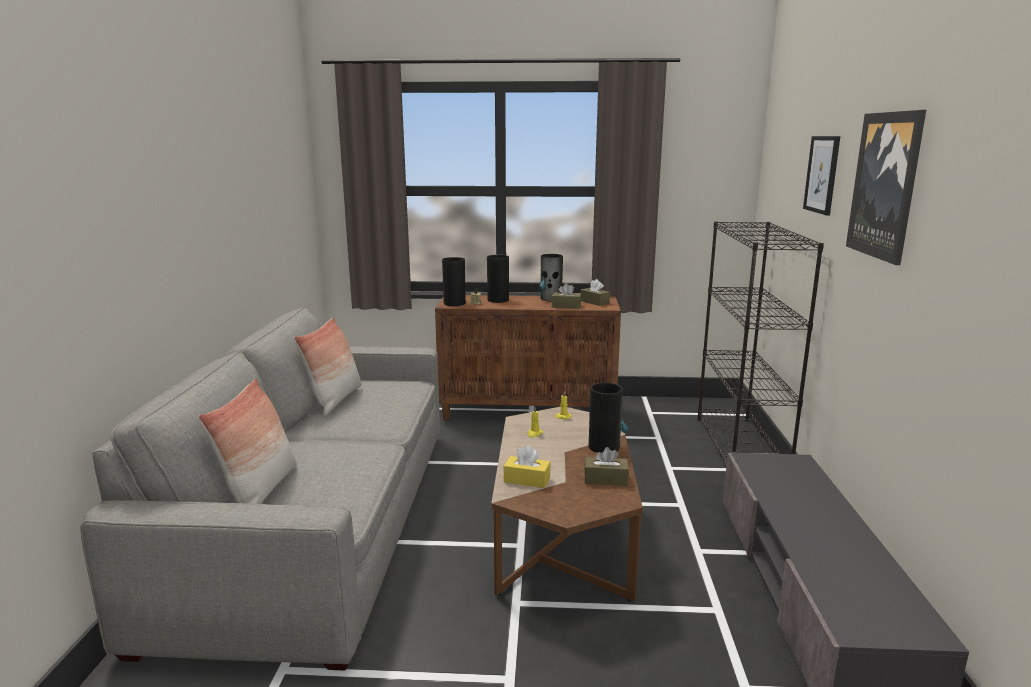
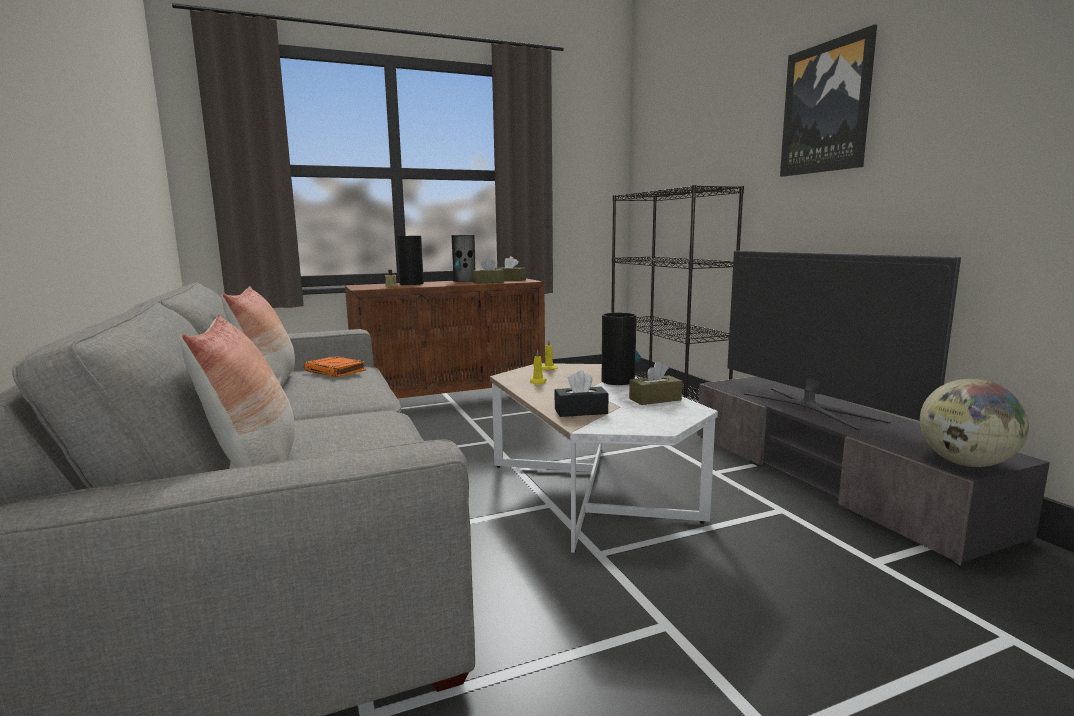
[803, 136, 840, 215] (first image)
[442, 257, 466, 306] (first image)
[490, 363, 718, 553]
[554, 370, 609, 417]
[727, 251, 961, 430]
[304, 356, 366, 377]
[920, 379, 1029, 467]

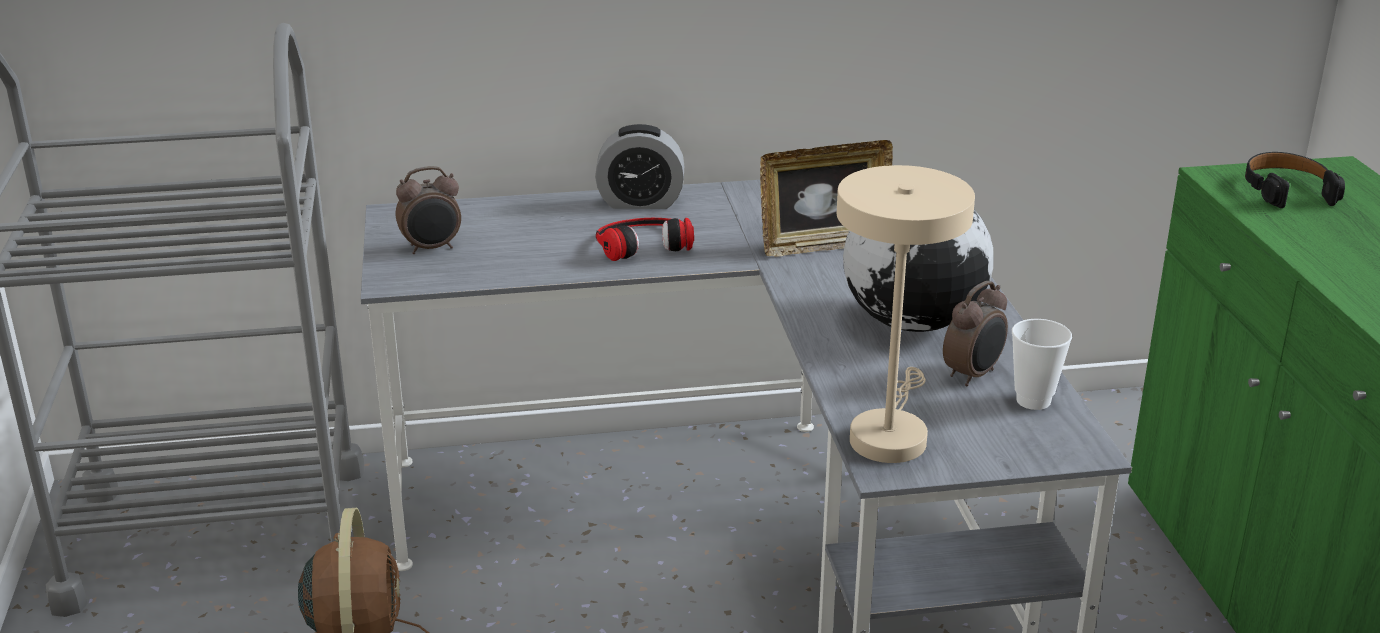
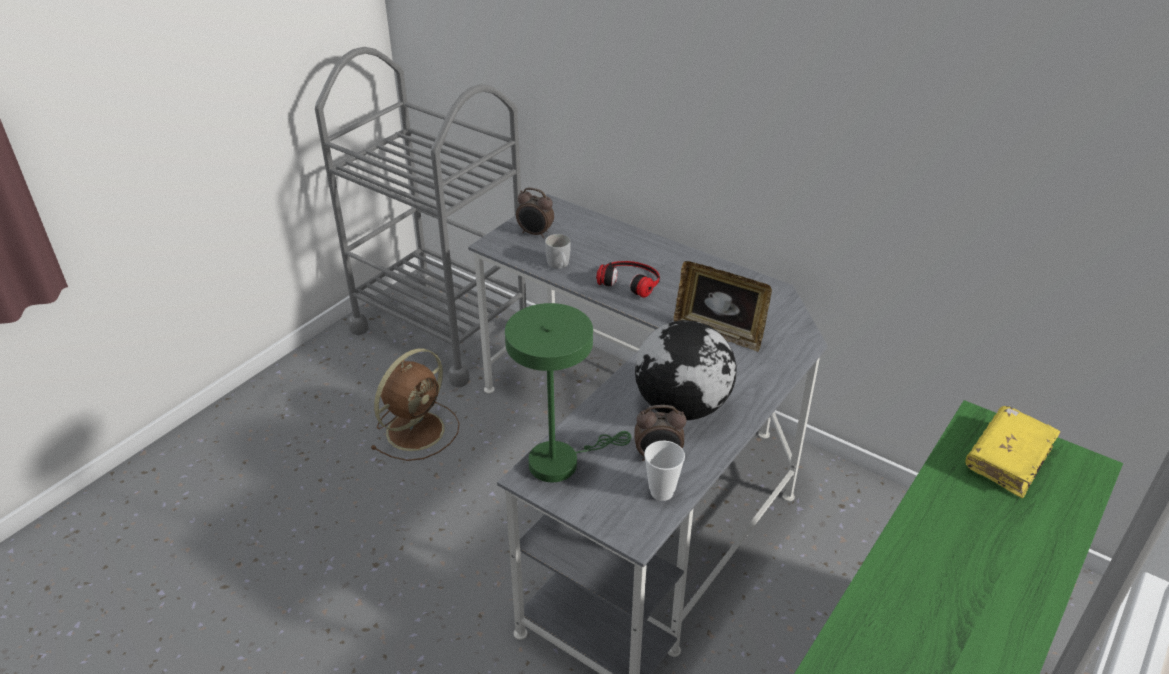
[595, 124, 684, 209] (first image)
[965, 406, 1060, 498]
[505, 303, 631, 482]
[545, 234, 571, 269]

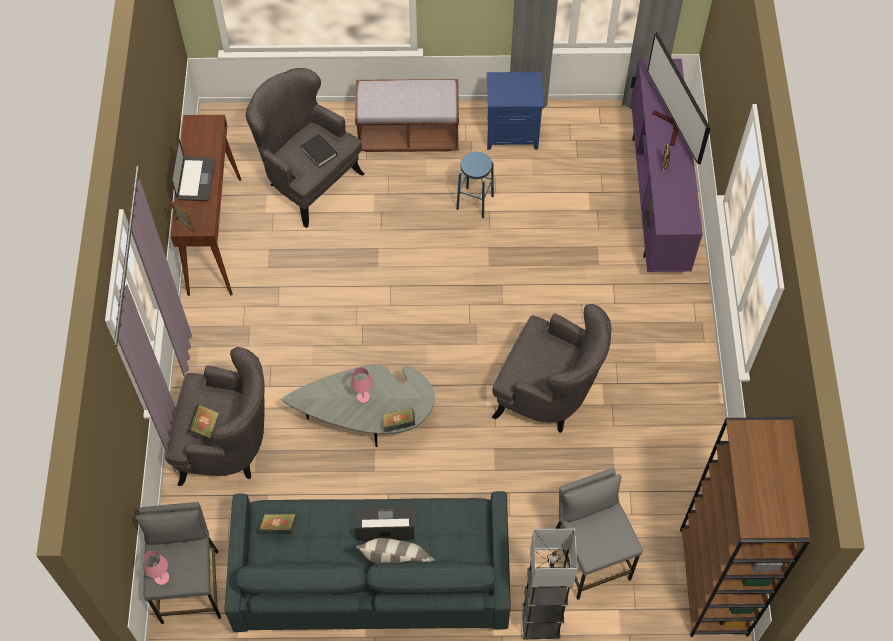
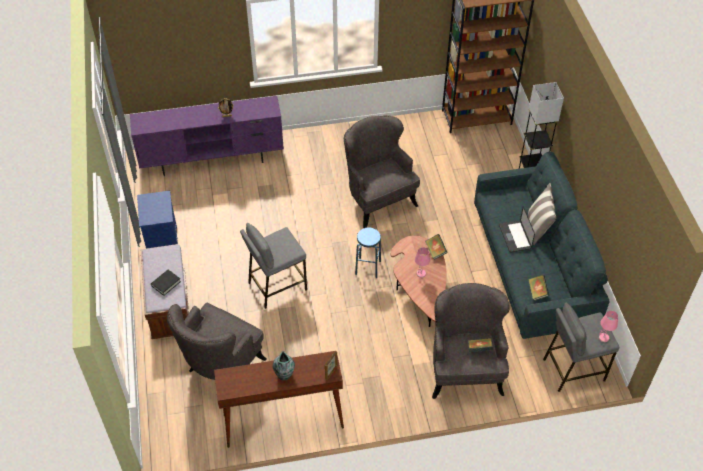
[647, 32, 711, 165] (first image)
[151, 270, 181, 296]
[273, 351, 295, 380]
[355, 228, 381, 278]
[344, 115, 420, 228]
[391, 236, 447, 327]
[240, 223, 307, 309]

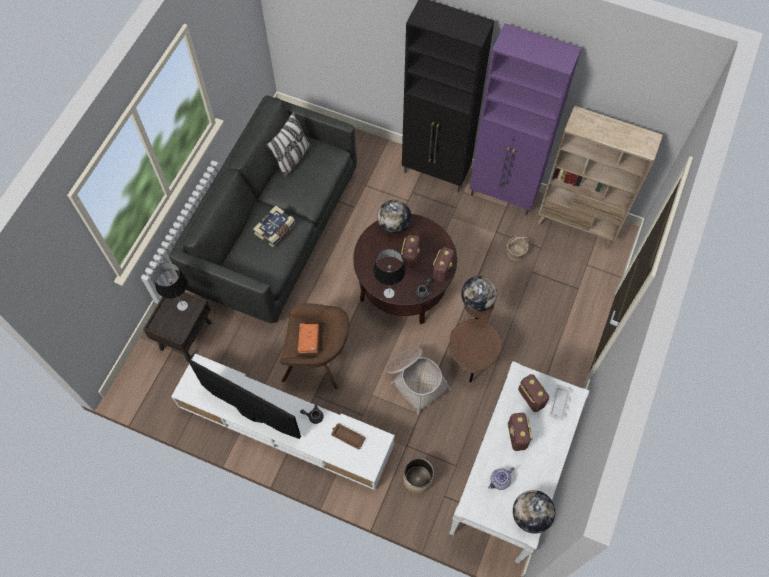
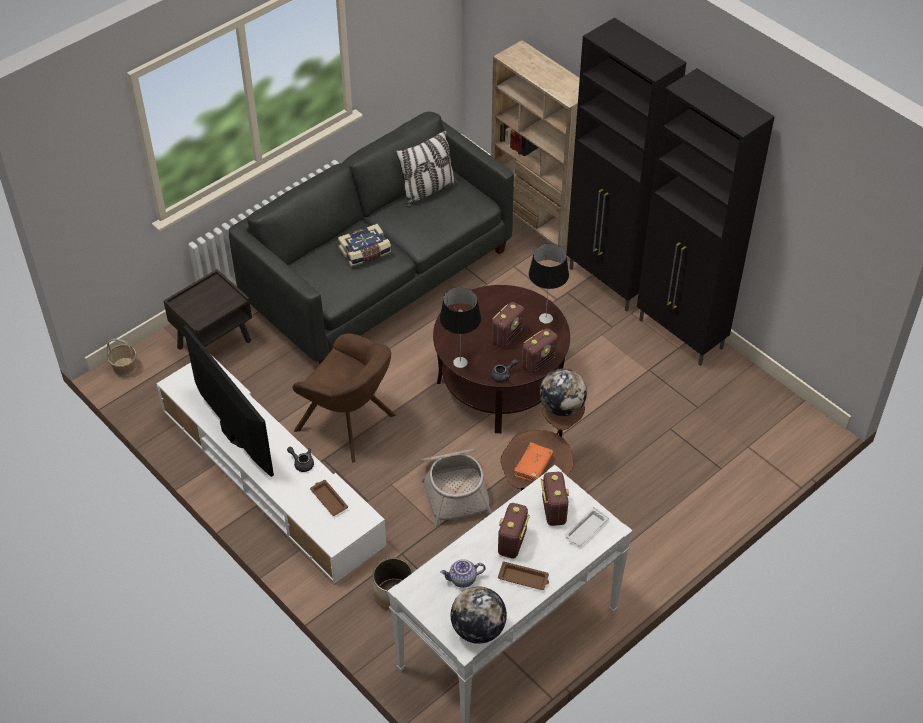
[637, 68, 775, 366]
[491, 40, 580, 262]
[377, 200, 411, 234] (first image)
[106, 339, 137, 377]
[529, 243, 569, 324]
[514, 442, 554, 482]
[498, 561, 549, 590]

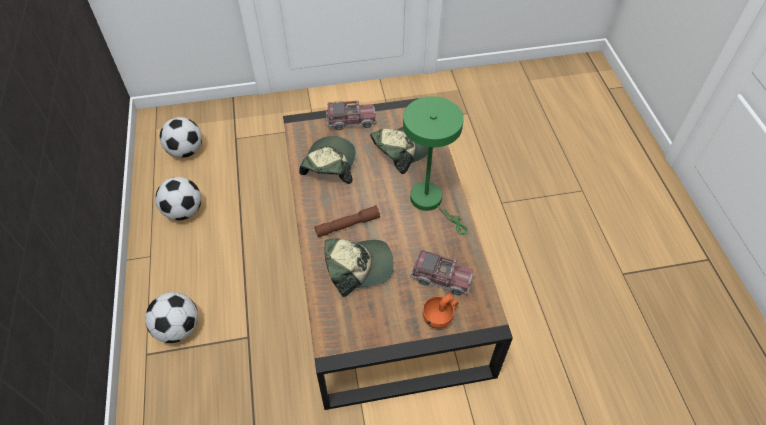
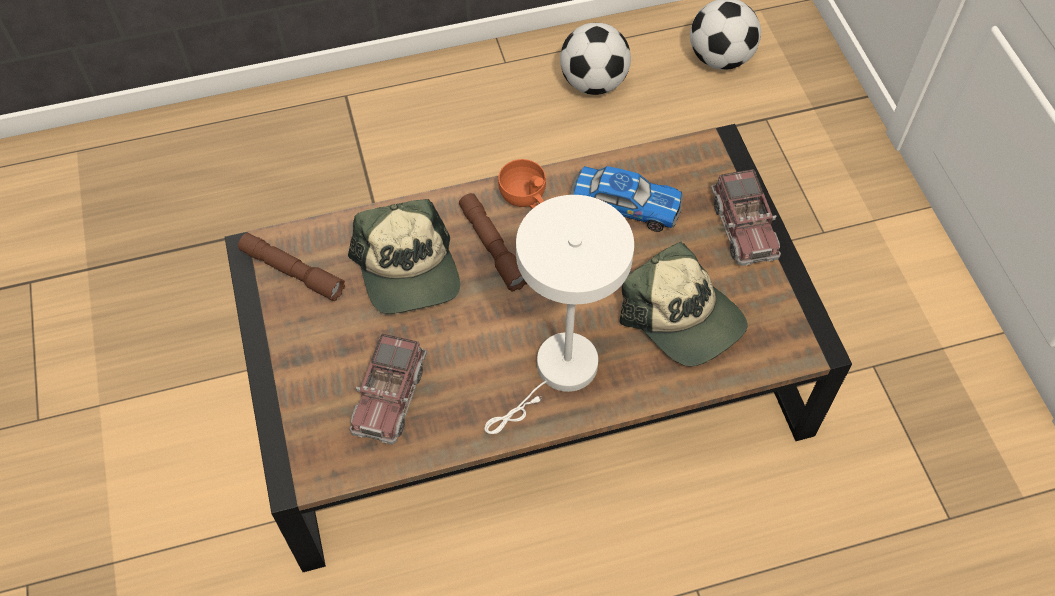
[484, 195, 634, 434]
[570, 166, 684, 232]
[145, 292, 198, 343] (first image)
[498, 159, 546, 209]
[238, 233, 345, 301]

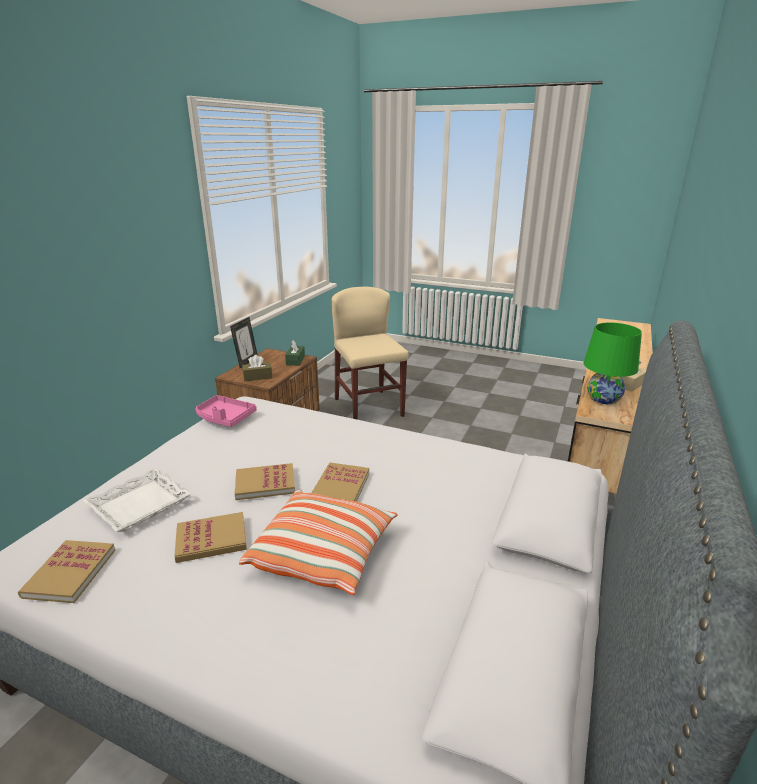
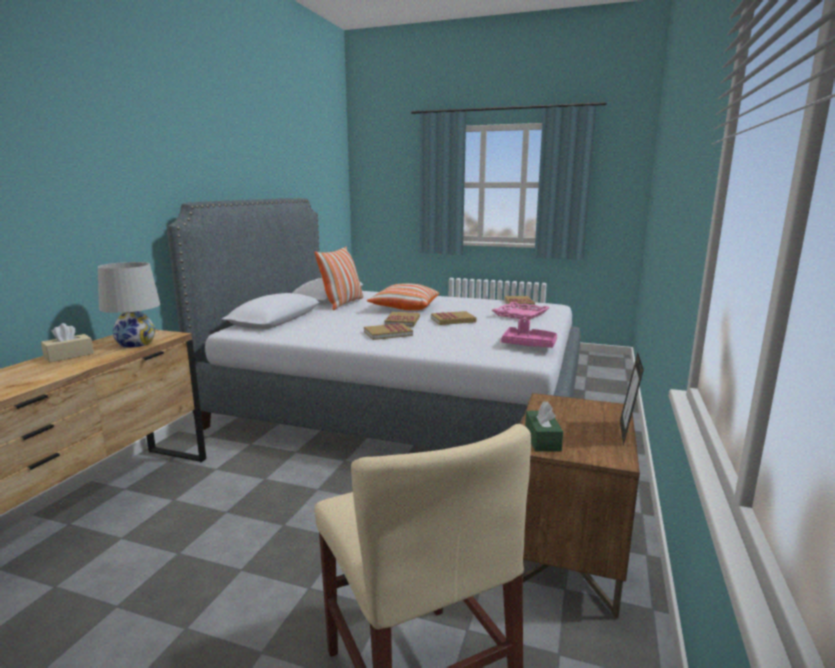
[98, 262, 160, 348]
[242, 355, 272, 381] (first image)
[492, 302, 550, 320]
[364, 323, 413, 340]
[314, 247, 363, 310]

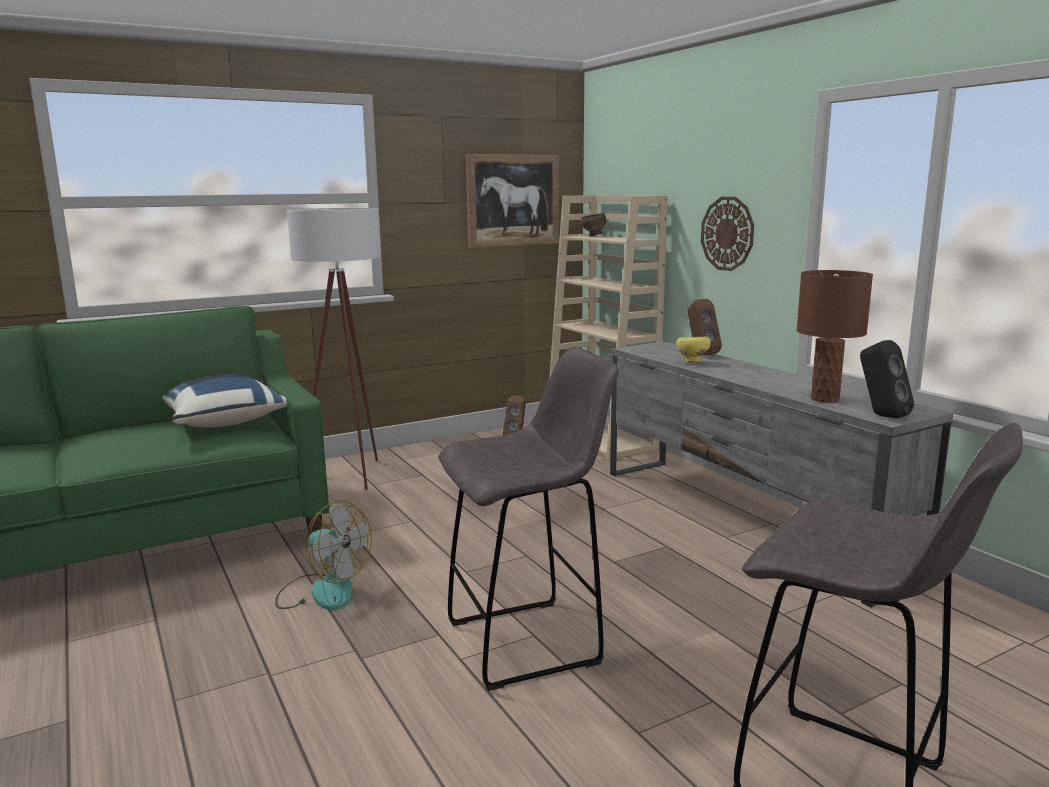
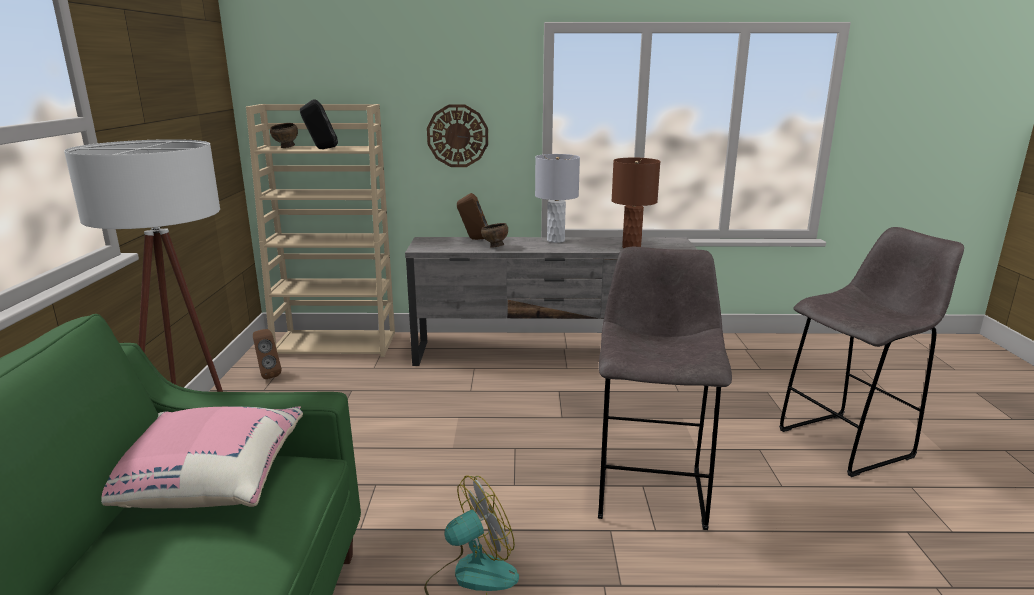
[466, 154, 559, 248] (first image)
[481, 223, 508, 248]
[300, 99, 338, 149]
[101, 406, 303, 508]
[535, 154, 580, 243]

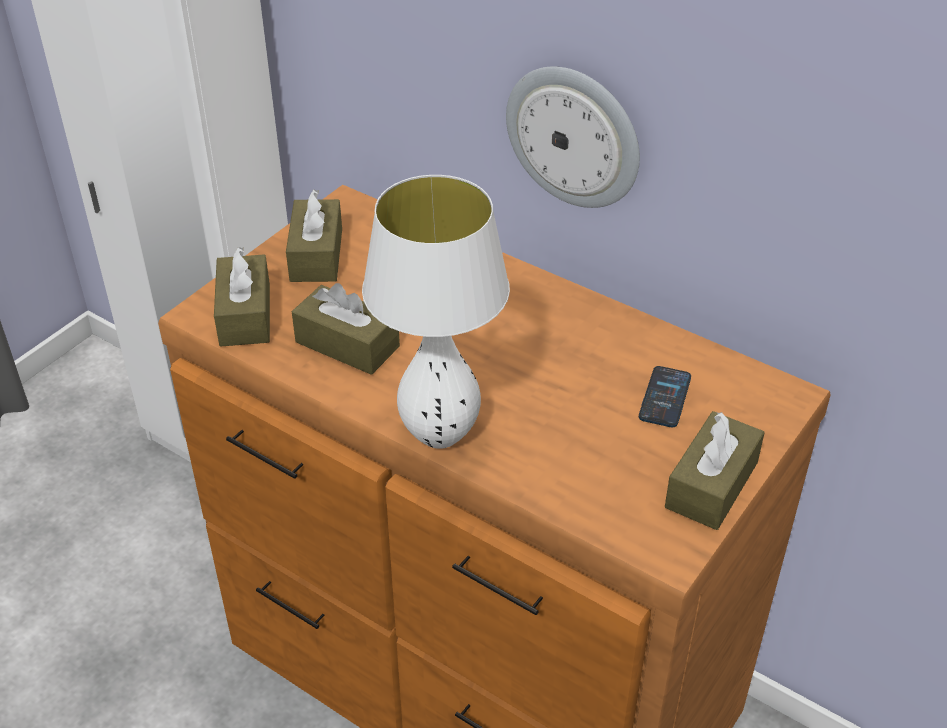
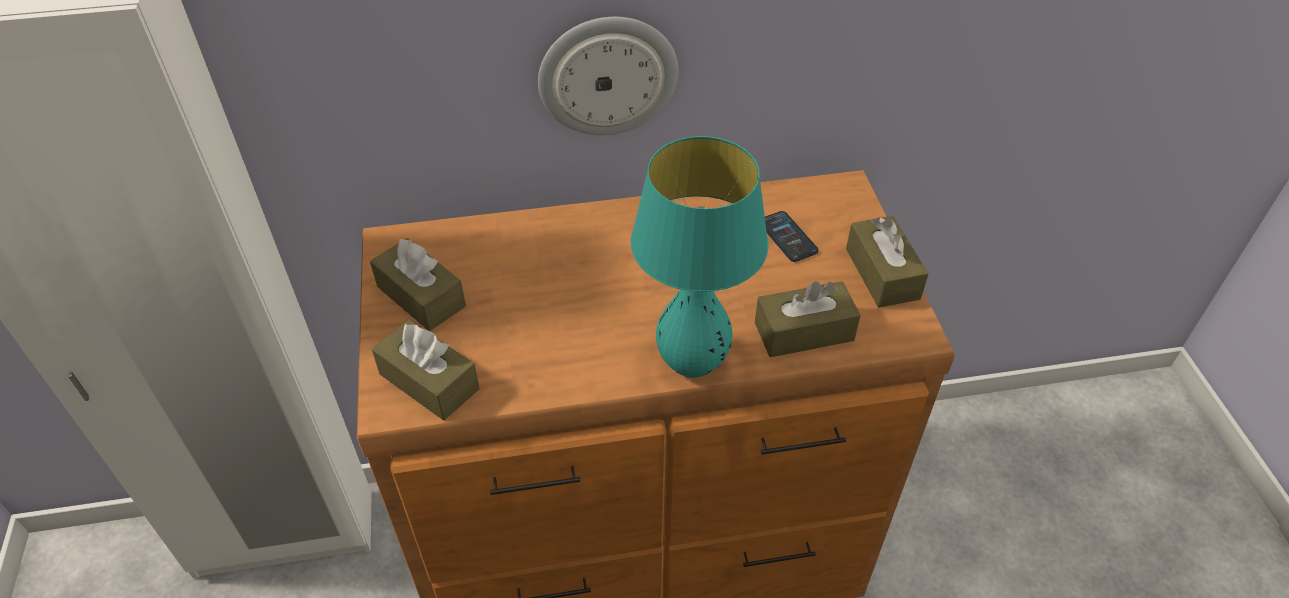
[631, 136, 768, 378]
[755, 281, 861, 357]

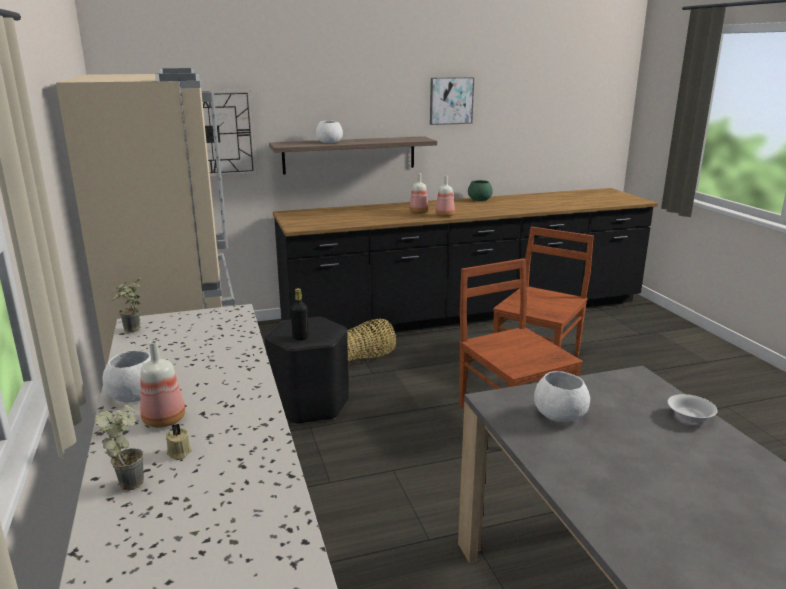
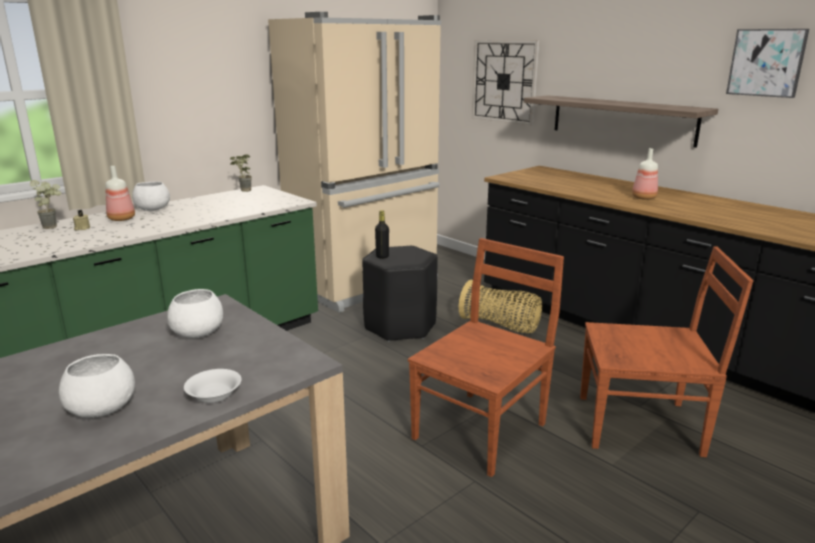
[59, 354, 135, 418]
[435, 175, 455, 217] (first image)
[468, 180, 493, 201] (first image)

